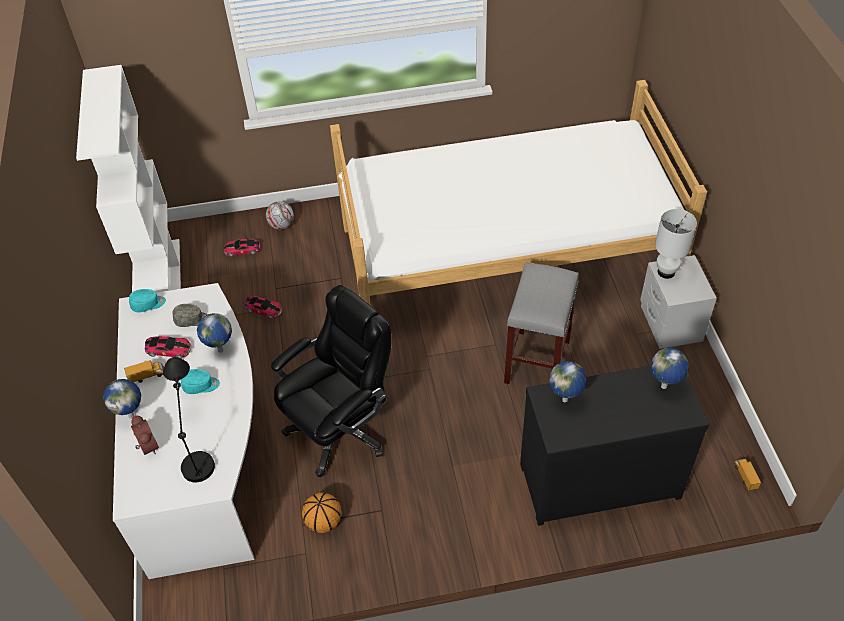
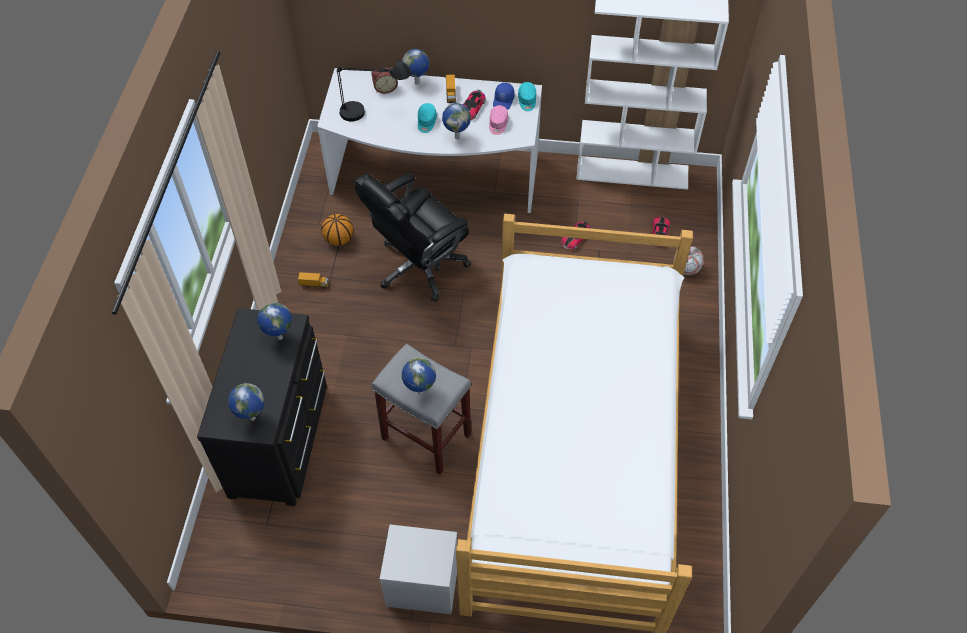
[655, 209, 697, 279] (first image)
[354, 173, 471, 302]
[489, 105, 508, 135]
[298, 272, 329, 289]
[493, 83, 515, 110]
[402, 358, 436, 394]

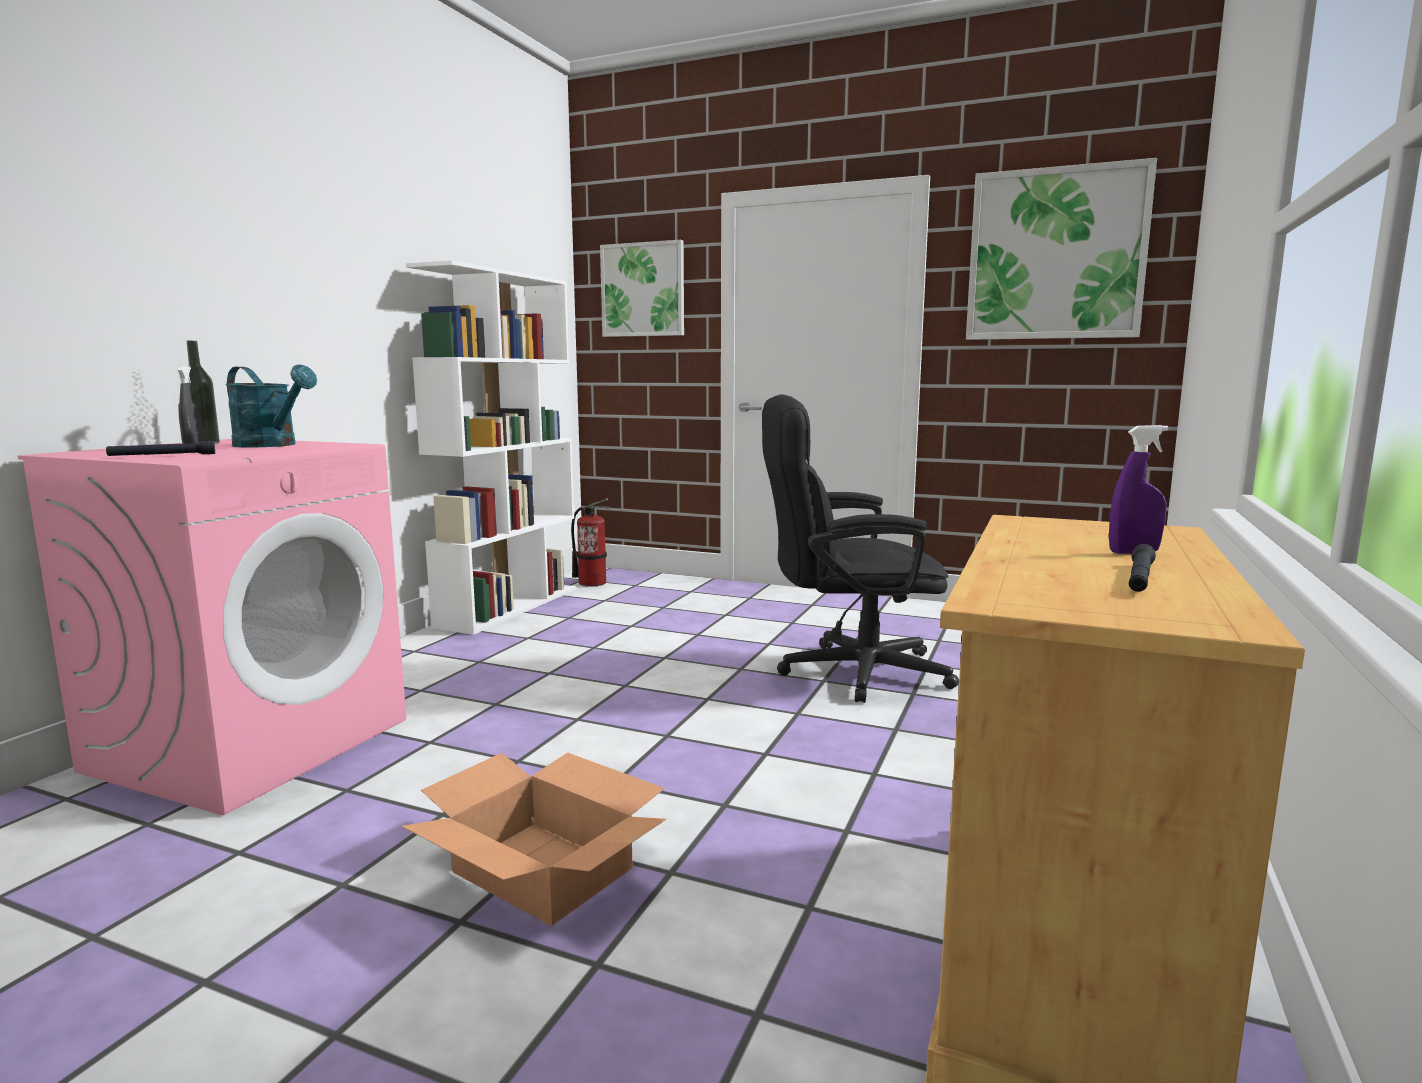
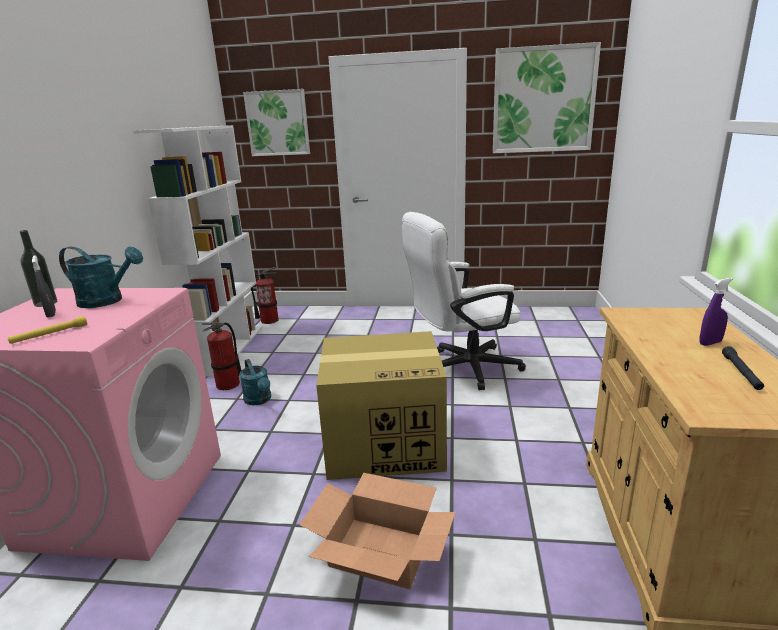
[401, 212, 526, 390]
[8, 316, 87, 344]
[202, 323, 242, 390]
[316, 331, 447, 480]
[239, 359, 271, 405]

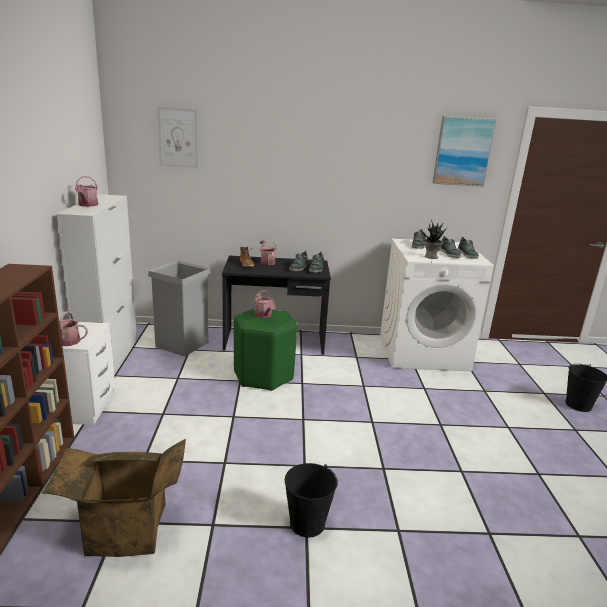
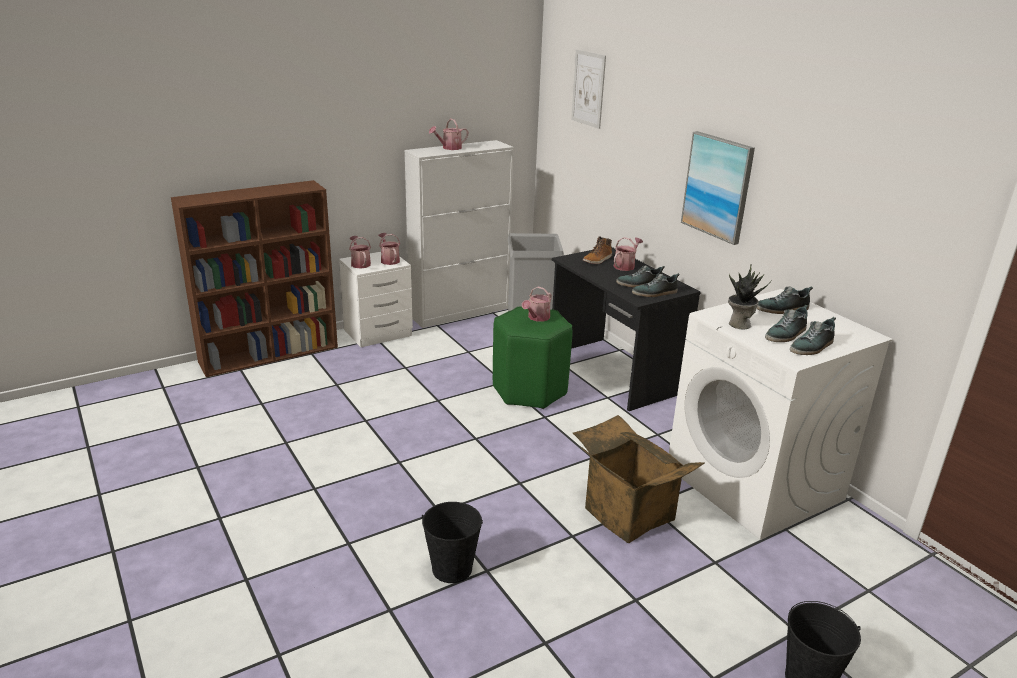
[681, 131, 755, 245]
[573, 415, 704, 543]
[421, 502, 483, 583]
[378, 233, 400, 265]

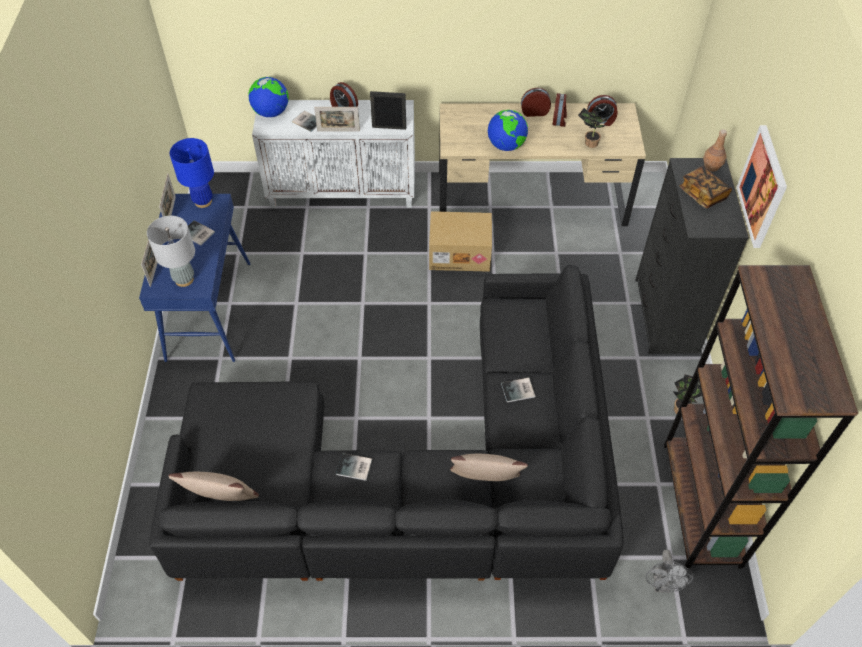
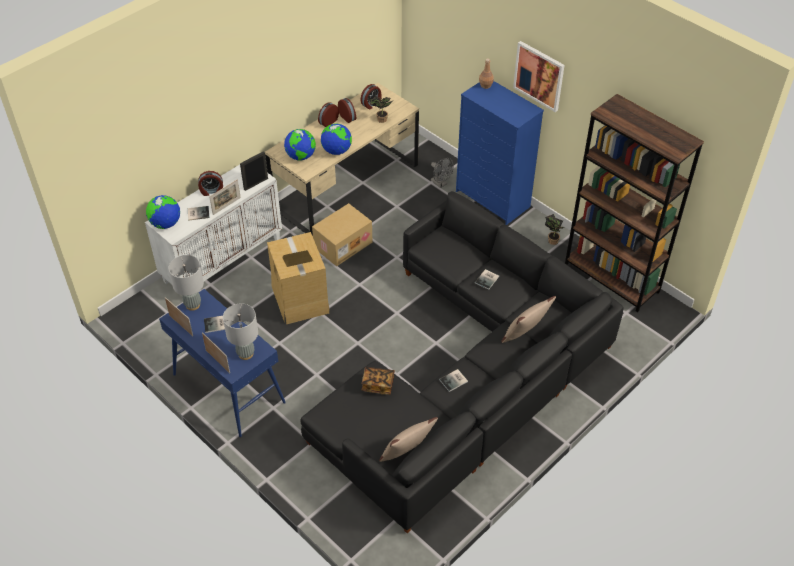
[168, 255, 204, 311]
[456, 81, 544, 225]
[361, 367, 395, 395]
[431, 158, 453, 188]
[284, 129, 316, 161]
[267, 232, 330, 324]

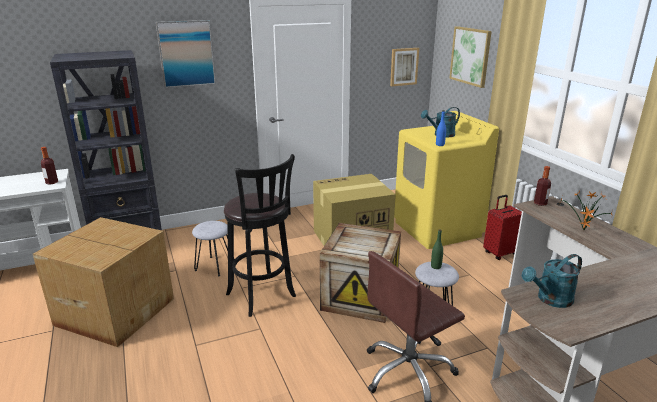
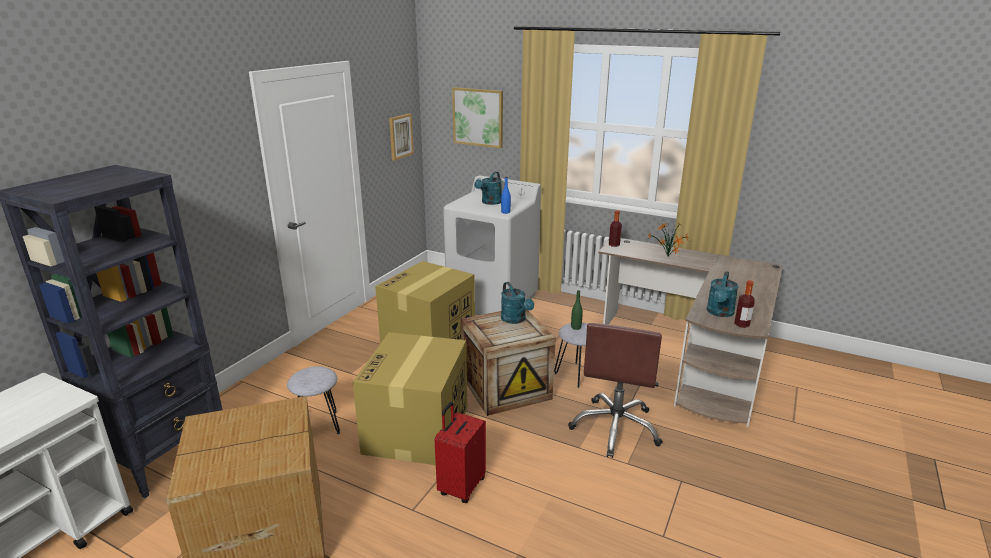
[156, 20, 216, 88] (first image)
[443, 176, 541, 315]
[734, 280, 755, 328]
[352, 332, 467, 465]
[435, 402, 486, 503]
[501, 282, 534, 324]

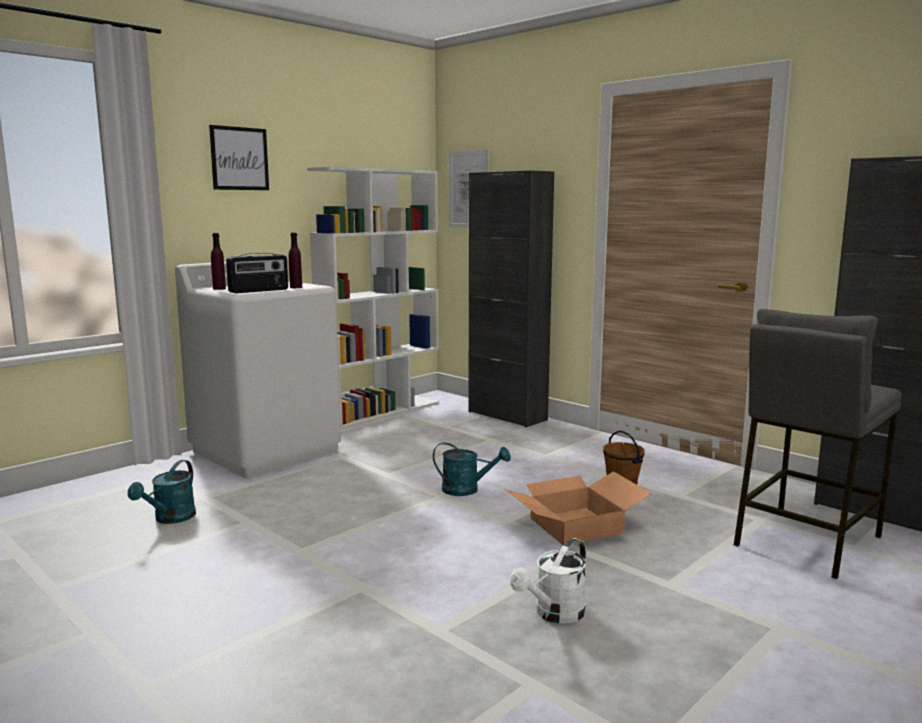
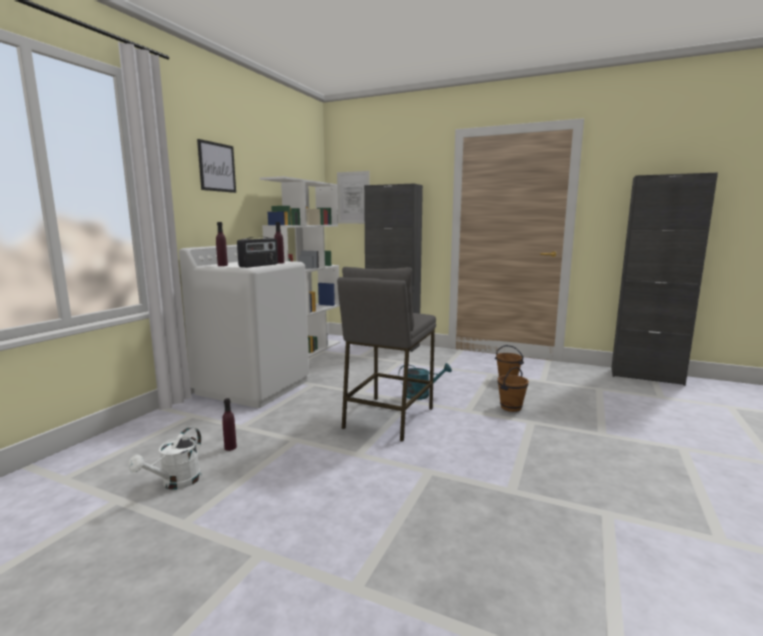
[337, 267, 436, 442]
[222, 398, 237, 451]
[497, 367, 529, 412]
[128, 427, 201, 489]

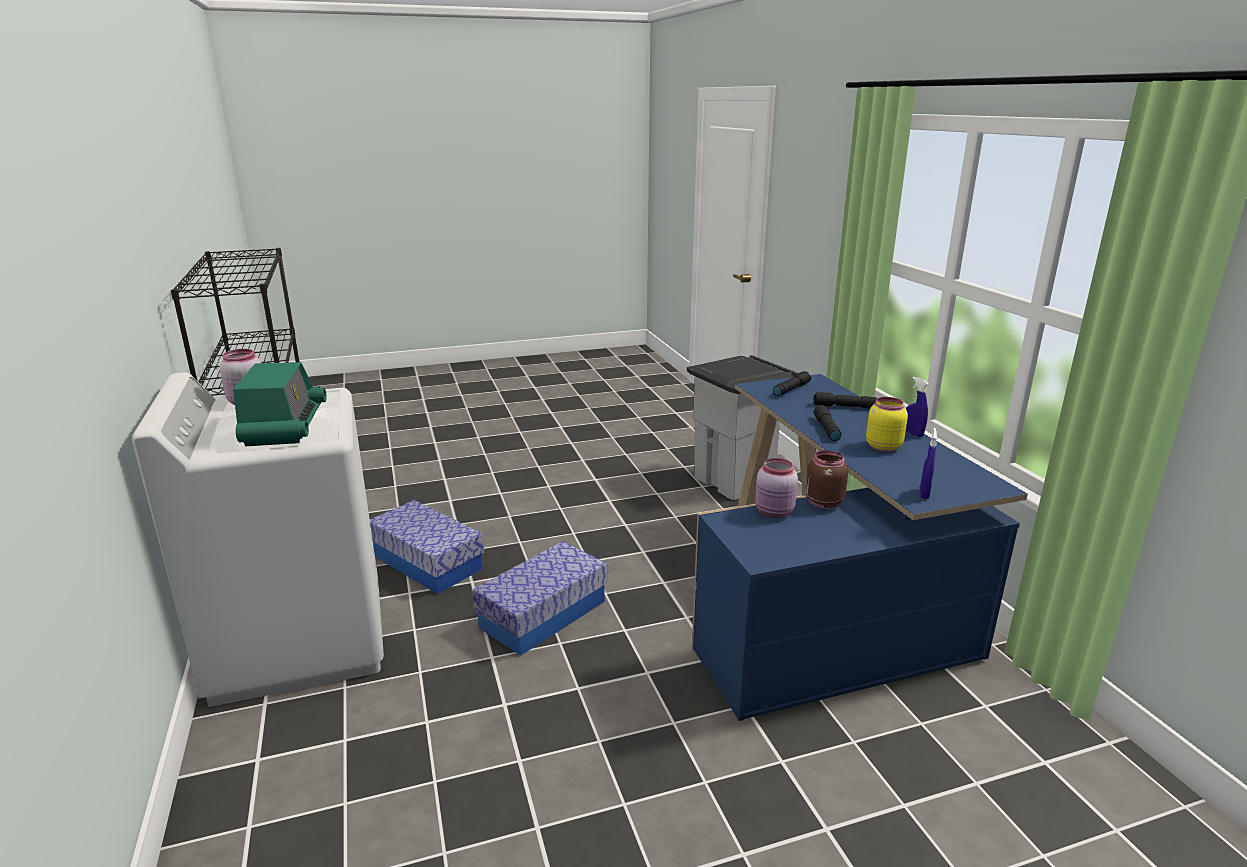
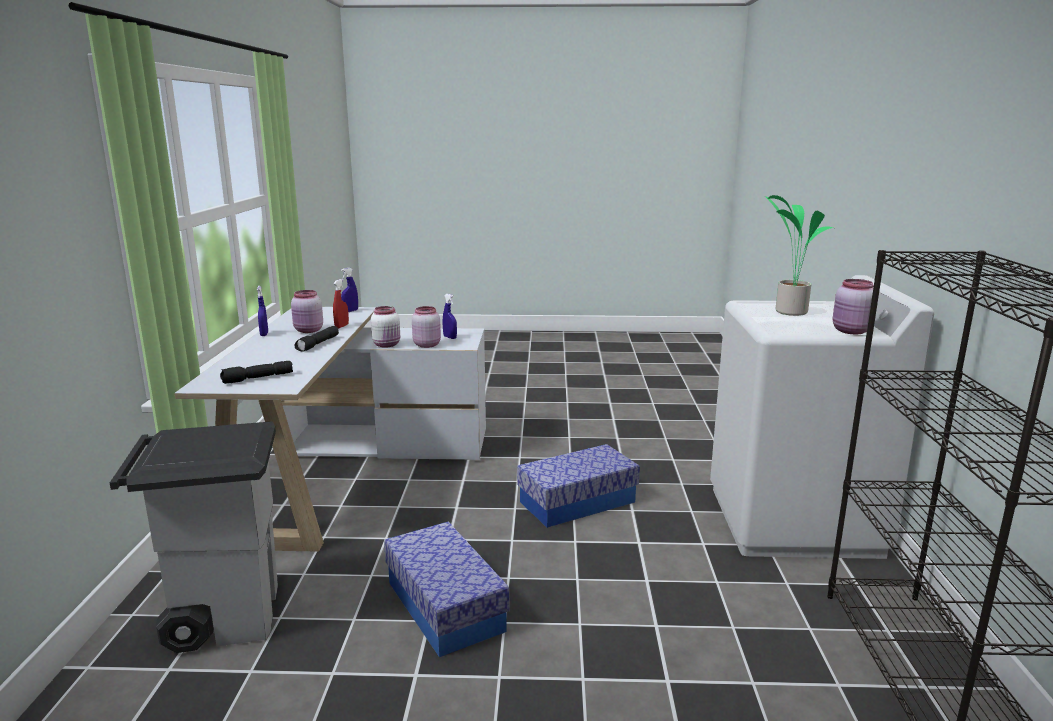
[765, 195, 833, 316]
[174, 307, 486, 552]
[813, 392, 877, 408] (first image)
[291, 290, 323, 333]
[371, 306, 400, 348]
[384, 521, 509, 657]
[333, 279, 349, 328]
[443, 294, 457, 339]

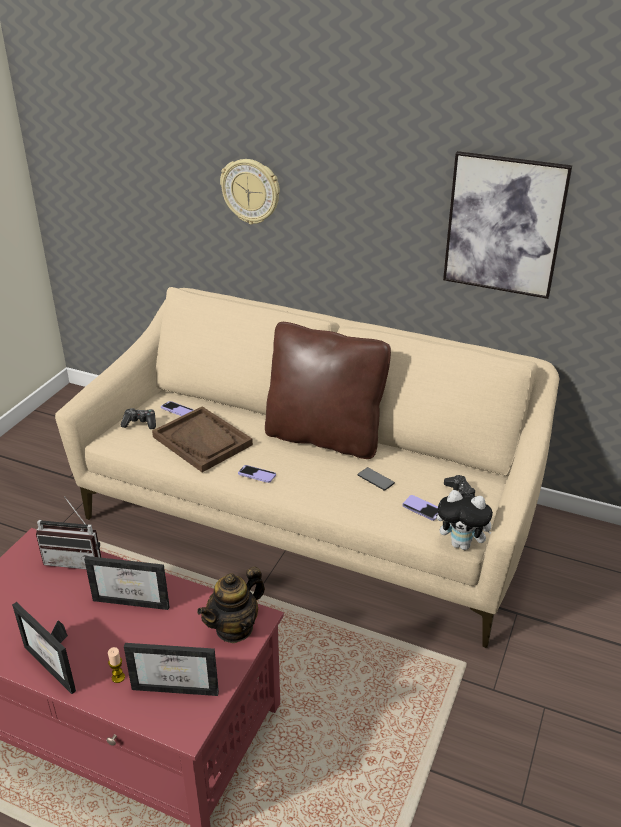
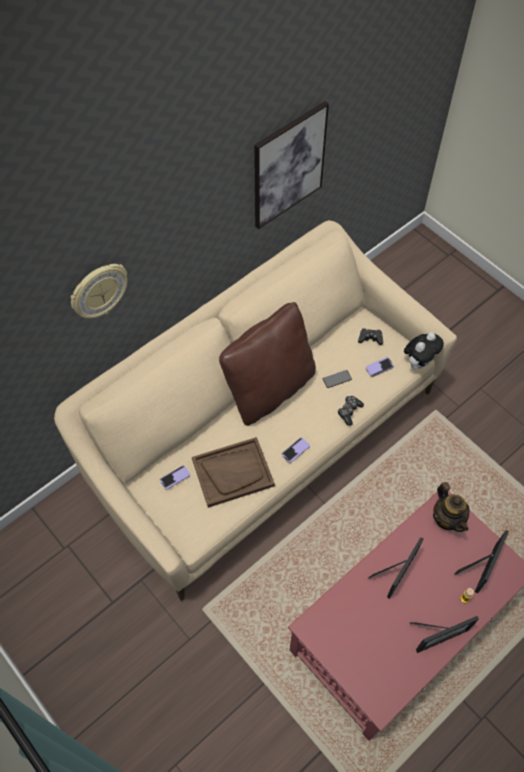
[338, 396, 364, 426]
[36, 496, 102, 569] (first image)

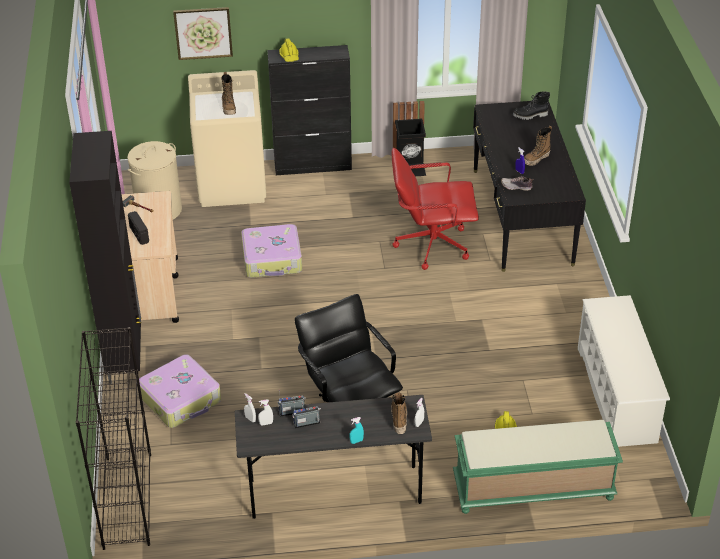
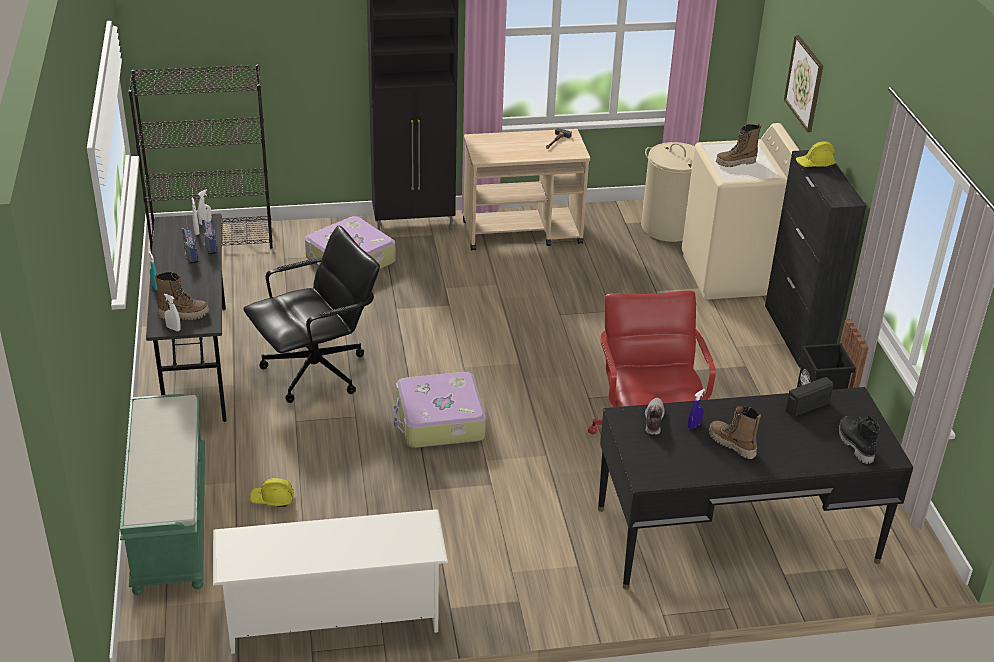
[786, 377, 833, 417]
[393, 372, 486, 448]

